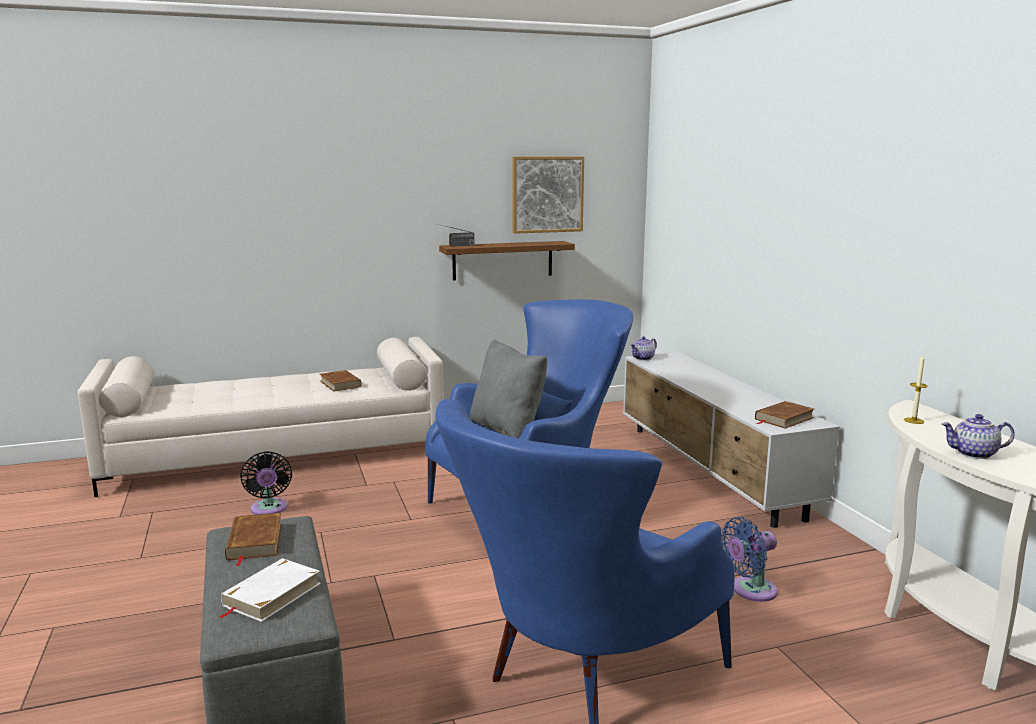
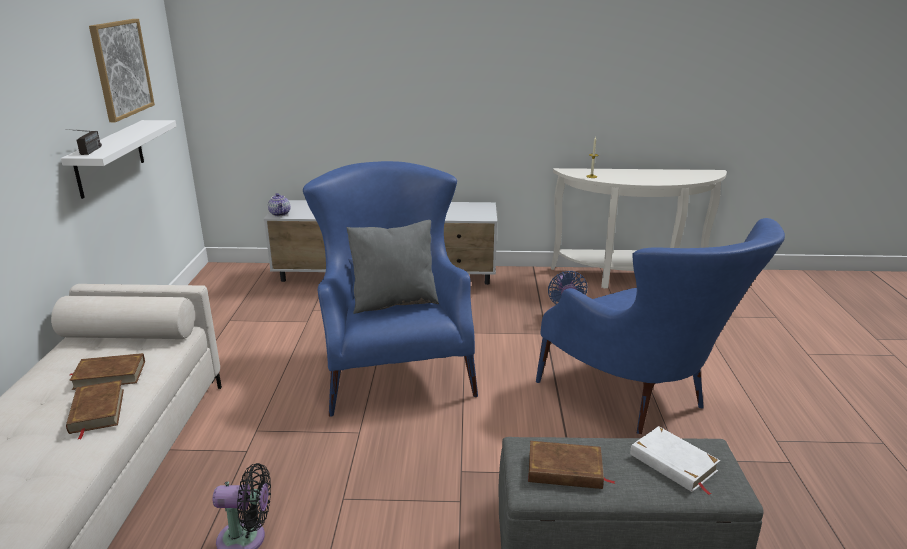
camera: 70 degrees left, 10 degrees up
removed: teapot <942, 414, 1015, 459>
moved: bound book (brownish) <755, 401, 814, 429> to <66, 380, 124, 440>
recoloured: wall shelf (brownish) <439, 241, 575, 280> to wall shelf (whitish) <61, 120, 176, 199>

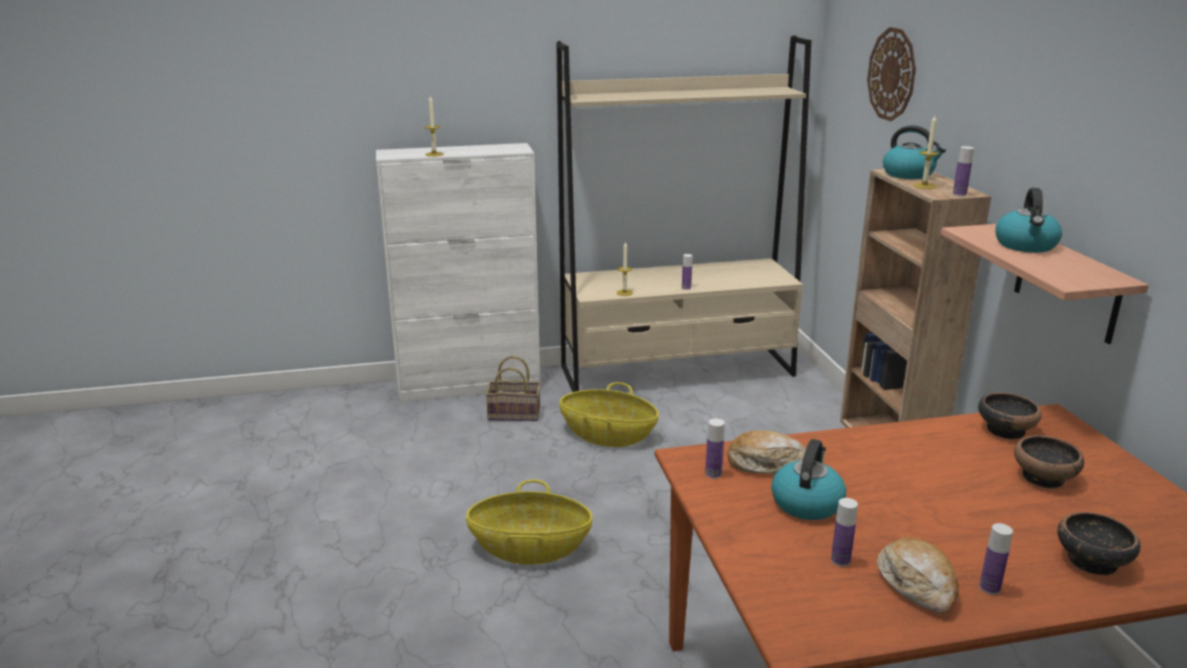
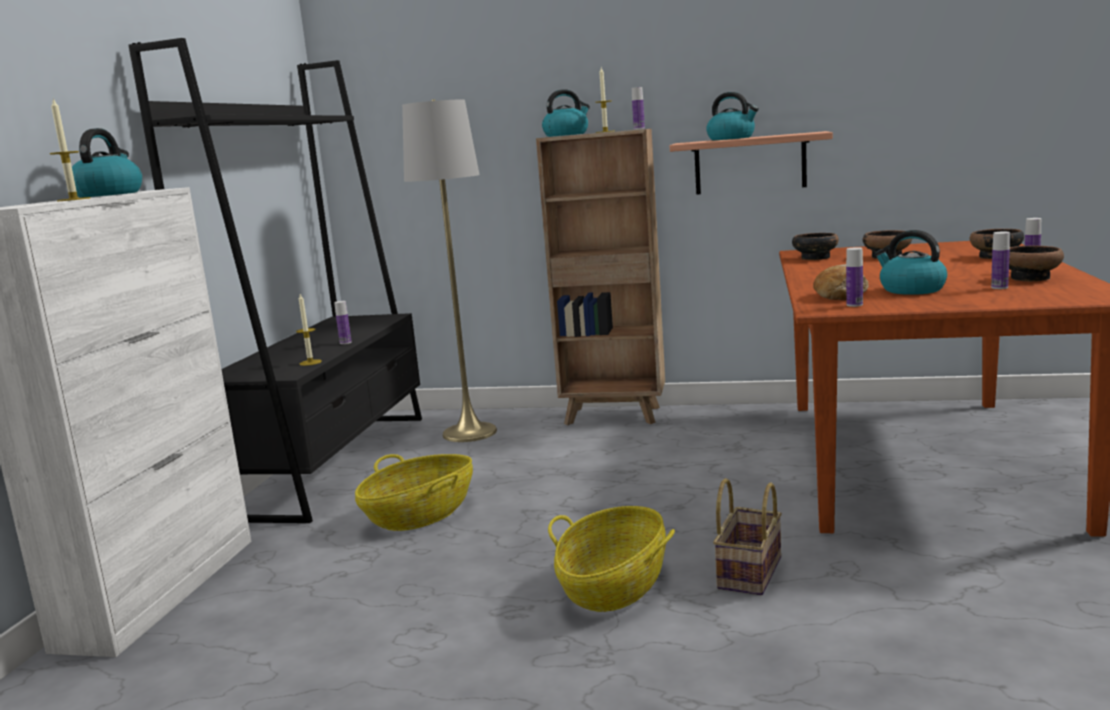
camera: 65 degrees left, 10 degrees down
removed: hanging clock <867, 27, 916, 121>
added: tea kettle <72, 128, 142, 198>; standard lamp (greyish) <402, 99, 497, 442>
moved: storage basket <485, 356, 541, 421> to <713, 478, 782, 595>
replaced: bakery bread <877, 537, 959, 614> to bowl <1009, 246, 1064, 282>
recoloured: shelving unit (sand-coloured) <556, 36, 811, 392> to shelving unit (black) <128, 38, 422, 523>

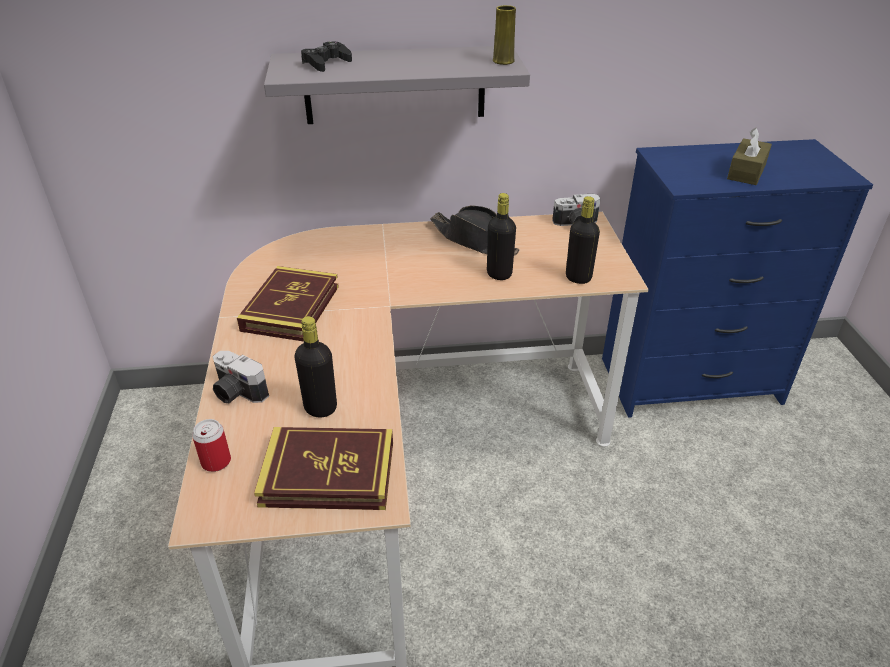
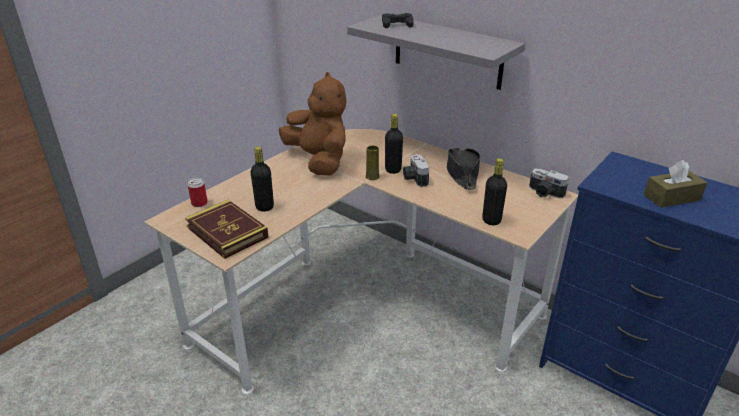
camera: 45 degrees right, 5 degrees down
moved: photo camera <212, 351, 269, 403> to <403, 154, 429, 187>; drink bottle (black) <487, 193, 516, 280> to <385, 114, 403, 174>; flower vase (yellowish) <493, 5, 516, 65> to <366, 145, 380, 180>
replaced: bound book <237, 266, 339, 342> to soft toy (brownish) <279, 72, 347, 176>

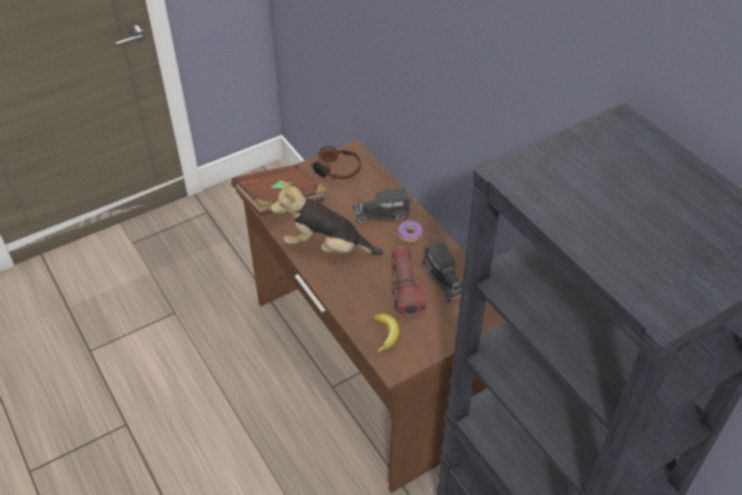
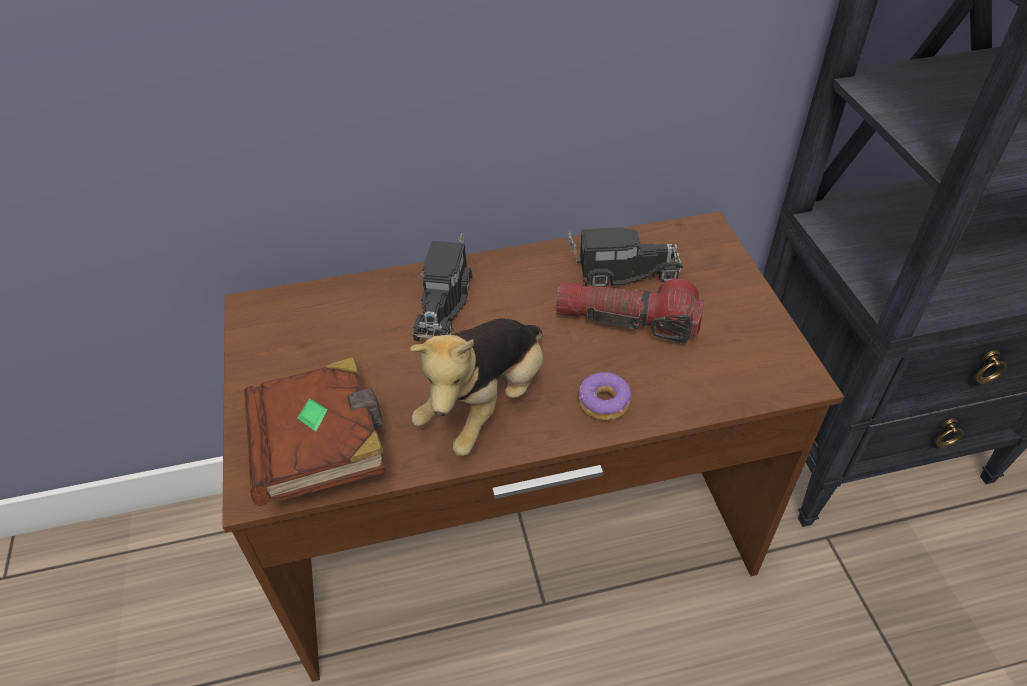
camera: 70 degrees left, 0 degrees up
removed: pair of headphones <309, 146, 361, 179>; whole banana <374, 313, 400, 353>
moved: donut <398, 220, 423, 243> to <579, 372, 631, 420>

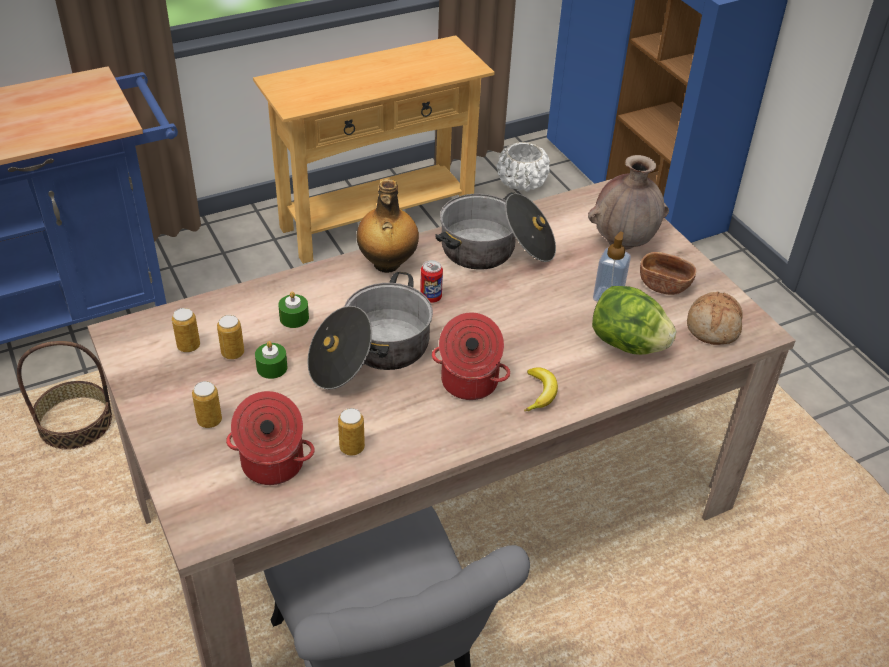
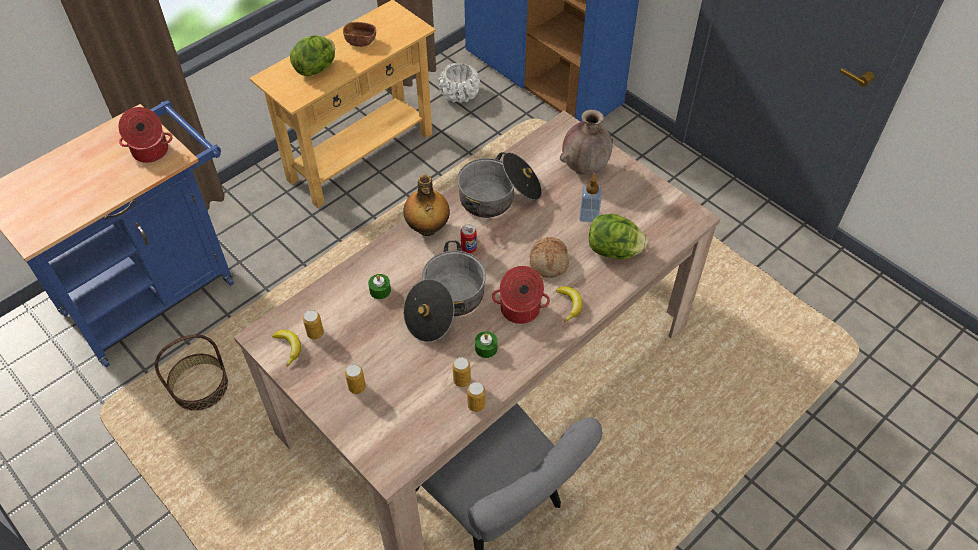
camera: 15 degrees left, 10 degrees up
added: whole banana <272, 330, 301, 367>; head of lettuce <290, 35, 335, 76>
moved: sealed can <217, 315, 244, 359> to <467, 382, 485, 412>; stockpot <226, 391, 315, 485> to <118, 107, 173, 163>; wax candle (green) <255, 341, 287, 379> to <475, 331, 497, 358>; bowl (brownish) <640, 252, 696, 295> to <343, 22, 376, 47>; bakery bread <687, 292, 743, 345> to <530, 237, 569, 278>

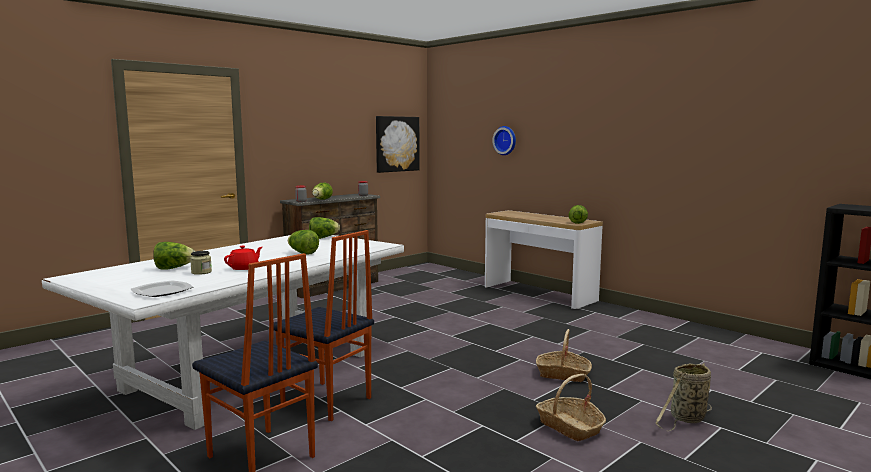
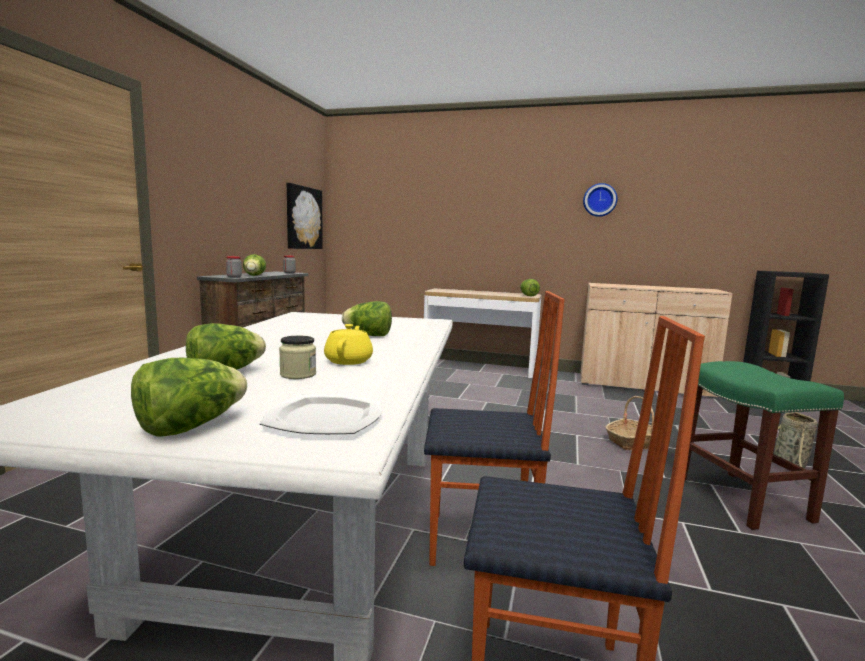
camera: 30 degrees left, 0 degrees up
added: storage cabinet (sand-coloured) <581, 283, 732, 399>
moved: head of lettuce <309, 217, 340, 239> to <131, 358, 247, 437>; hanging clock <492, 126, 516, 155> to <583, 183, 617, 217>
replaced: storage basket <535, 374, 606, 441> to stool seat (green) <685, 361, 844, 530>
recoloured: teapot (red) <224, 246, 262, 270> to teapot (yellowish) <324, 324, 373, 365>

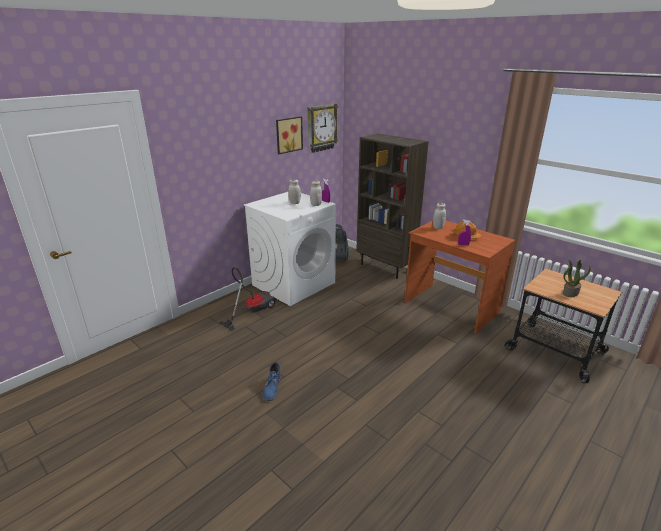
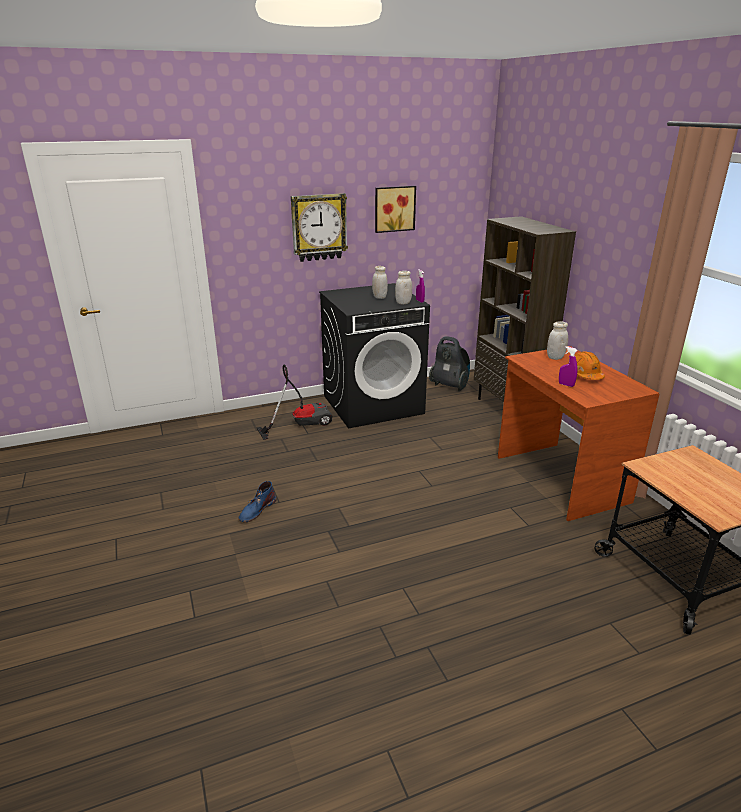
camera: 25 degrees right, 0 degrees up
removed: houseplant <563, 260, 591, 297>
moved: hanging clock <308, 104, 338, 153> to <291, 193, 348, 262>
recoloured: washing machine (whitish) <244, 192, 336, 306> to washing machine (black) <319, 283, 430, 428>

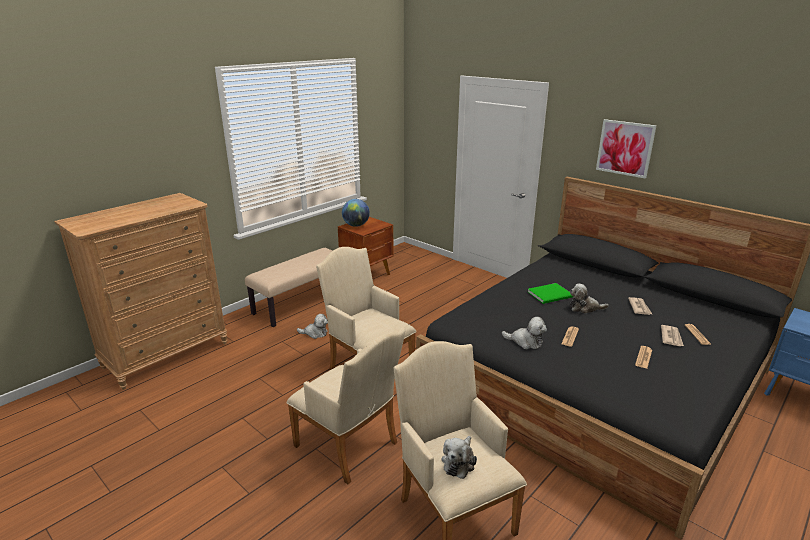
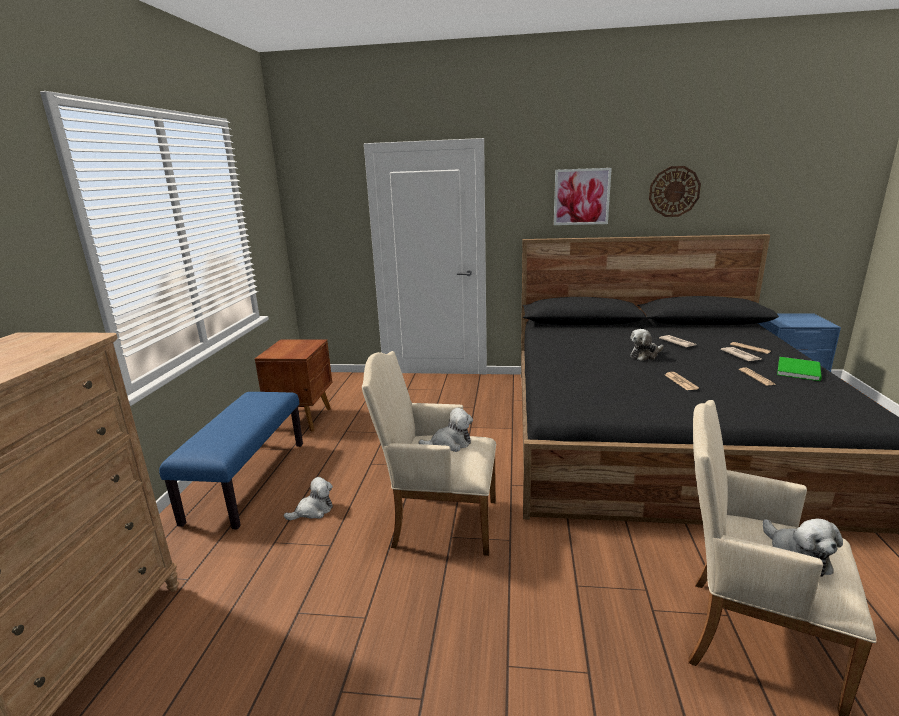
camera: 35 degrees left, 5 degrees down
removed: armchair (sand-coloured) <287, 327, 405, 484>; world globe <342, 199, 370, 227>
added: hanging clock <649, 166, 701, 217>
moved: soft toy <502, 317, 547, 349> to <418, 408, 473, 452>; bound book (green) <528, 283, 573, 304> to <777, 357, 822, 381>
recoloured: bench (sand-coloured) <245, 248, 333, 327> to bench (bluish) <159, 392, 303, 529>

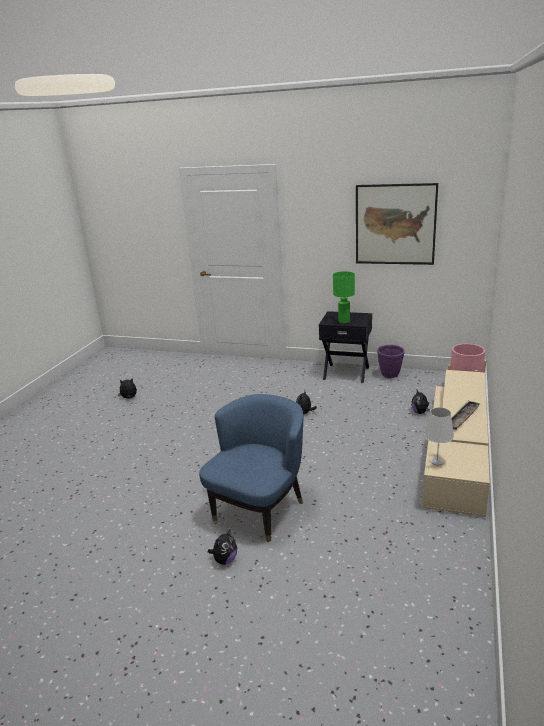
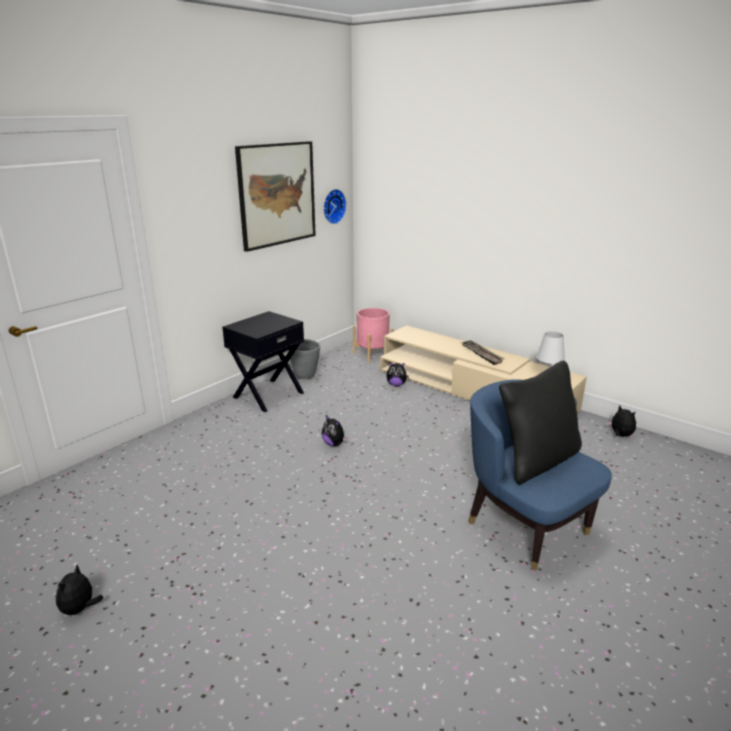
camera: 70 degrees left, 0 degrees up
removed: tabletop lamp (green) <333, 271, 355, 323>
added: hanging clock <323, 189, 346, 224>; pillow (black) <499, 361, 582, 484>
moved: soft toy <208, 530, 237, 565> to <607, 405, 636, 437>
recoloured: flower pot (purple) <377, 345, 405, 378> to flower pot (greyish) <290, 339, 320, 379>

